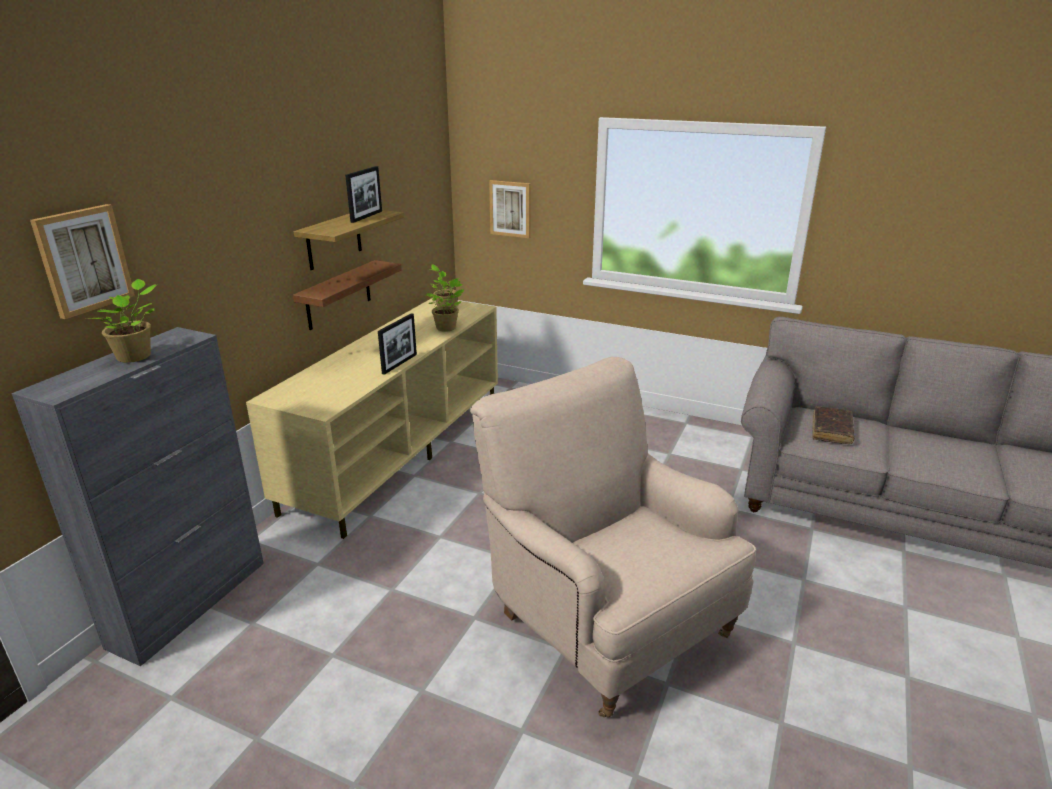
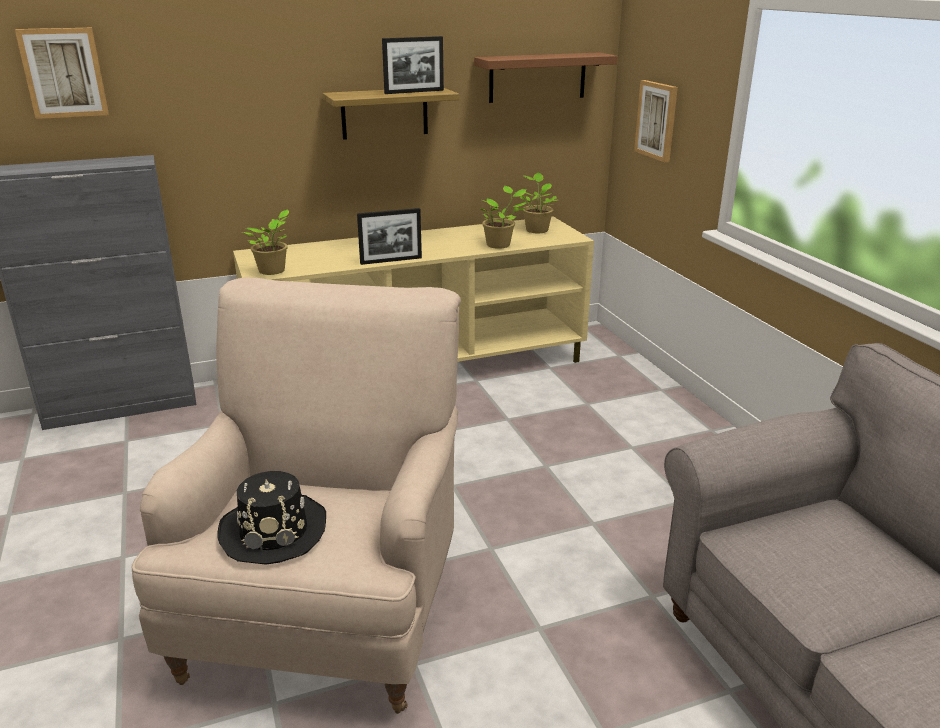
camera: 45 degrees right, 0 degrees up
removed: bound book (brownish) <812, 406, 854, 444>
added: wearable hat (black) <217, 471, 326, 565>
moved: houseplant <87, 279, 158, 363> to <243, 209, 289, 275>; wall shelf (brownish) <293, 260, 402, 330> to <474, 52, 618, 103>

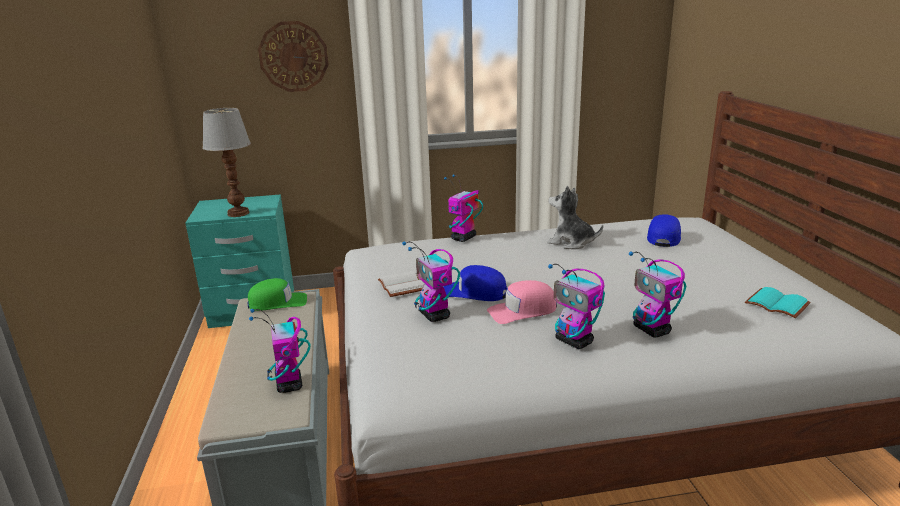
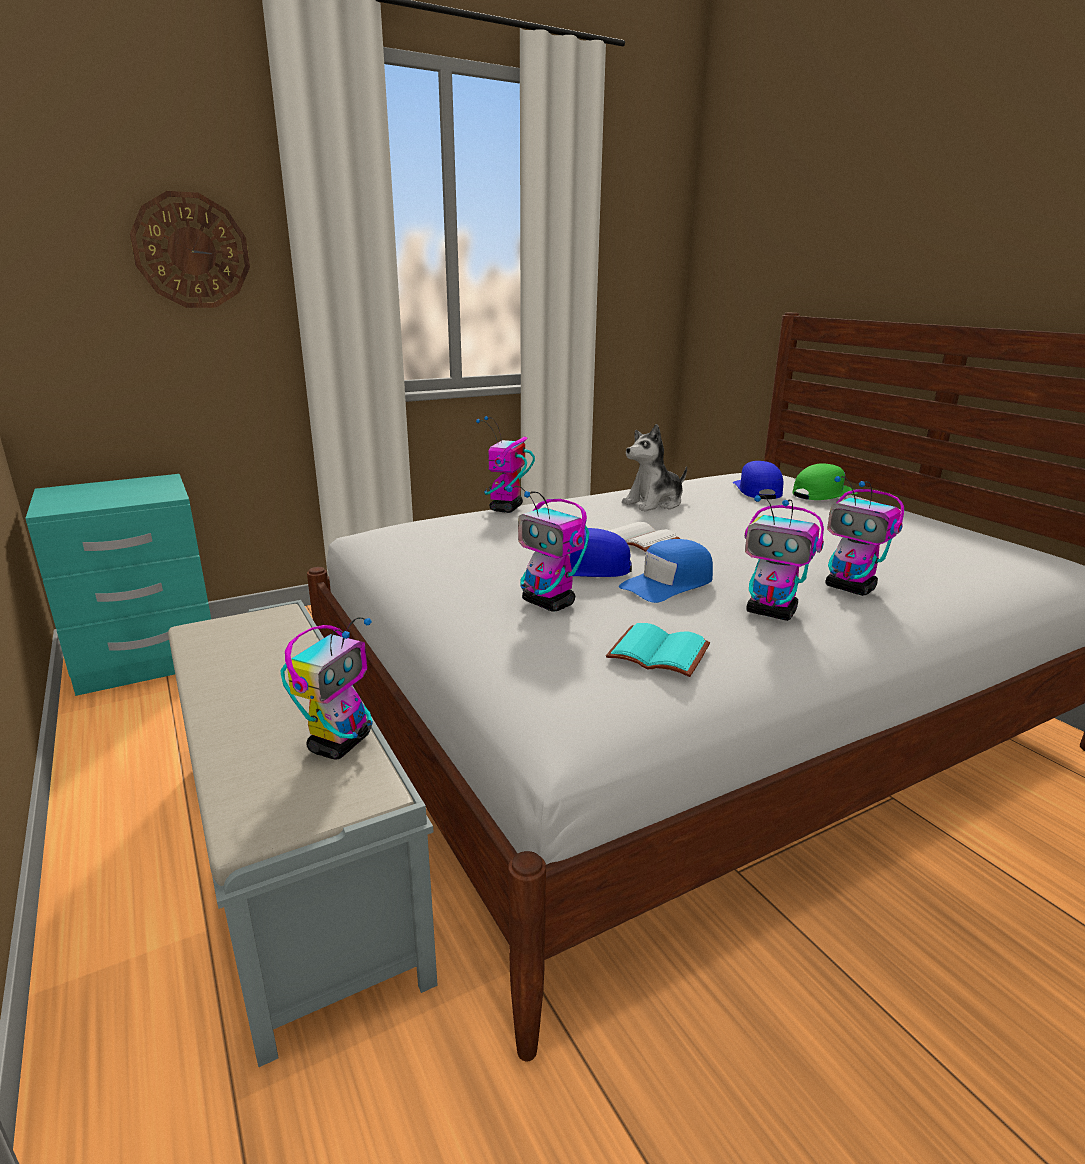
camera: 20 degrees left, 0 degrees up
removed: tabletop lamp <202, 108, 251, 217>
moved: peaked cap (green) <248, 278, 307, 311> to <792, 463, 858, 500>; bound book (whitish) <378, 271, 425, 297> to <609, 522, 681, 552>; bound book (blue-green) <745, 287, 811, 318> to <606, 623, 710, 677>
recoloured: peaked cap (pink) <487, 280, 557, 324> to peaked cap (bluish) <619, 539, 713, 603>
turned: robot figure <249, 309, 311, 393> = <281, 618, 373, 760> 120 degrees counterclockwise; soft toy <547, 186, 603, 249> = <622, 424, 687, 512> 45 degrees counterclockwise

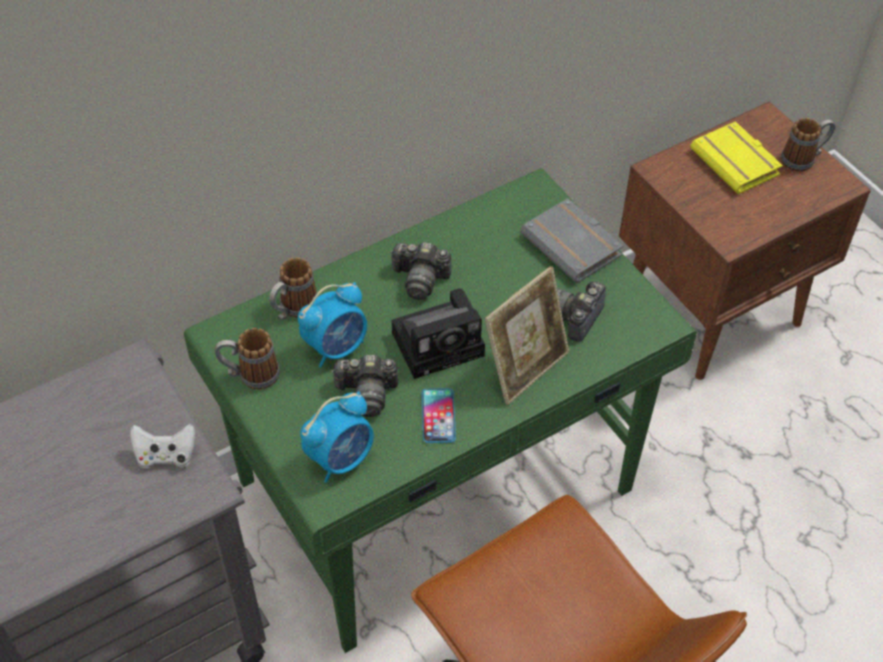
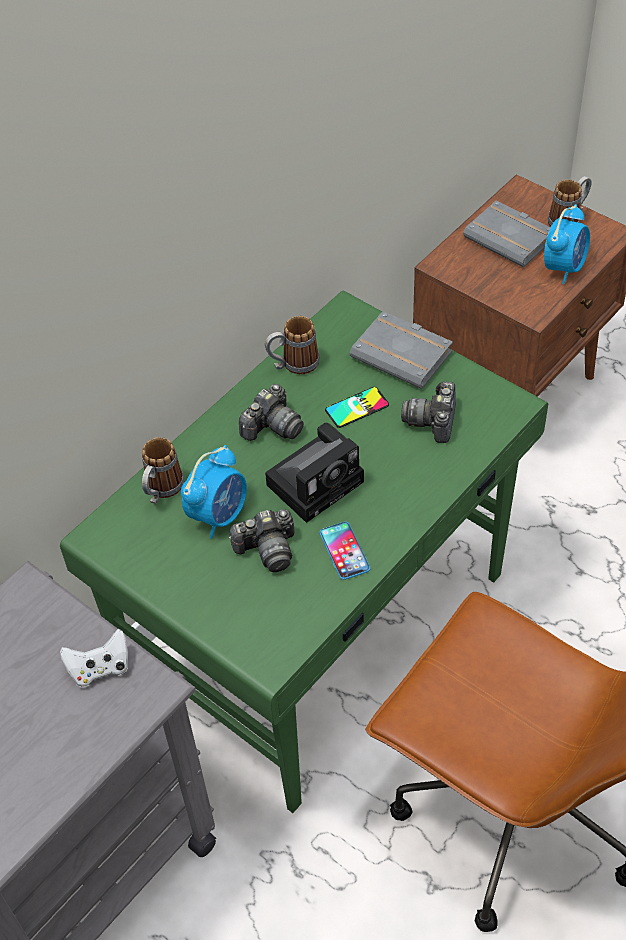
camera: 15 degrees left, 0 degrees up
removed: picture frame <485, 266, 569, 405>
added: handset <325, 387, 389, 428>
moved: tea mug <215, 328, 280, 390> to <265, 316, 320, 374>; table clock <300, 391, 374, 483> to <544, 204, 590, 284>
recoloured: bound book (yellowish) <690, 121, 783, 194> to bound book (greyish) <463, 201, 550, 268>
turned: photo camera <390, 242, 451, 300> = <239, 384, 304, 441> 45 degrees counterclockwise

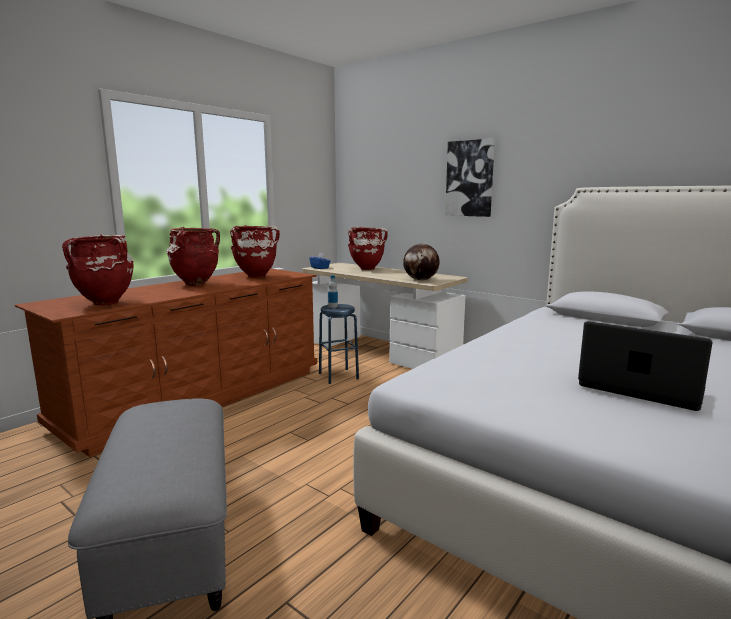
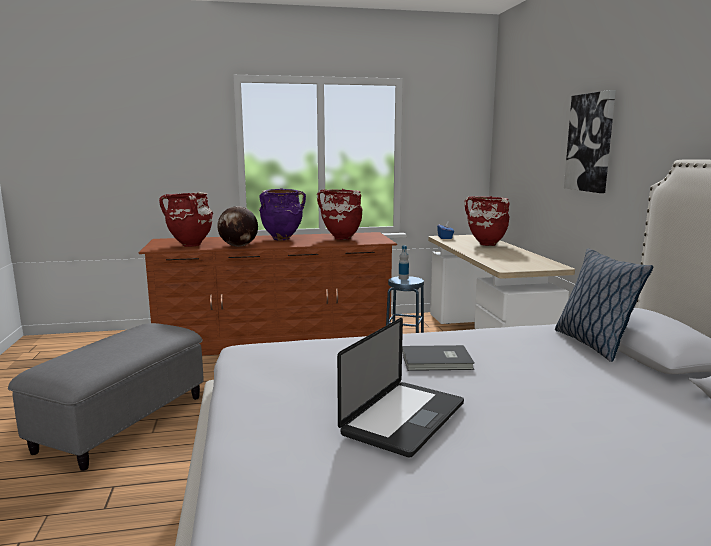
camera: 40 degrees right, 0 degrees up
added: bound book (greyish) <402, 345, 475, 371>; pillow <555, 248, 653, 362>
moved: world globe <403, 244, 440, 280> to <217, 206, 258, 247>
recoloured: flower vase (red) <167, 227, 220, 286> to flower vase (purple) <259, 188, 306, 240>
turned: laptop <578, 321, 713, 411> = <337, 318, 464, 458> 45 degrees clockwise

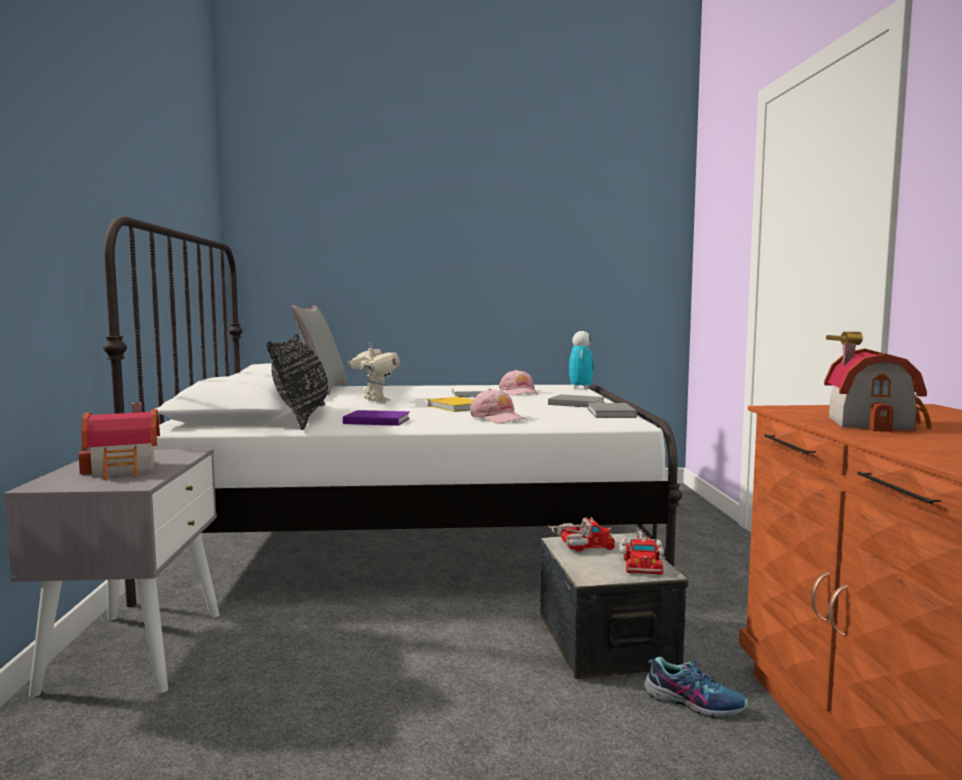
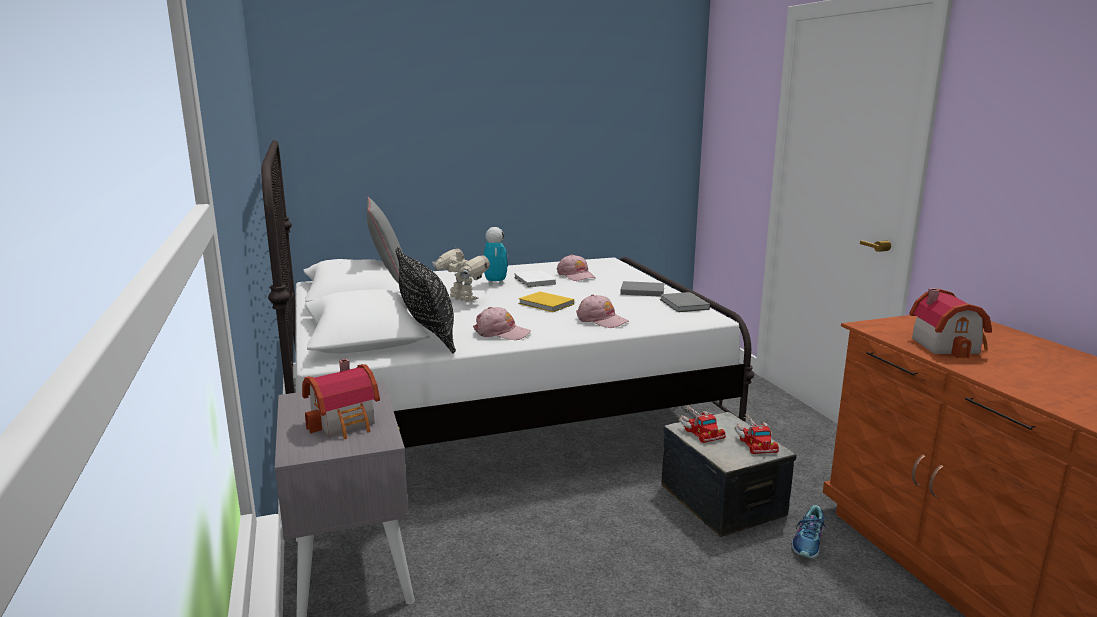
camera: 15 degrees left, 10 degrees up
moved: robot figure <569, 331, 594, 389> to <484, 227, 508, 285>
replaced: bound book (purple) <343, 410, 410, 426> to peaked cap (pink) <473, 307, 531, 340>
turned: toy truck <548, 517, 615, 552> = <679, 405, 726, 443> 90 degrees clockwise; low shoe <644, 652, 748, 719> = <791, 505, 829, 558> 105 degrees clockwise

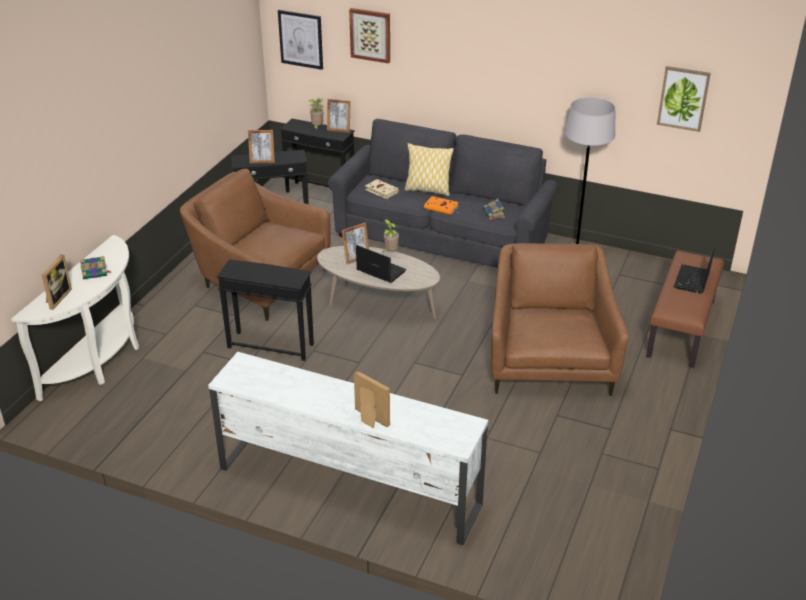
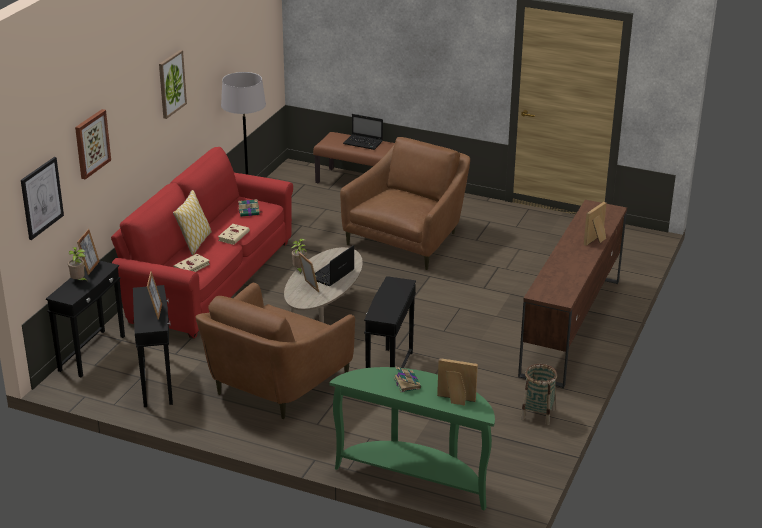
camera: 90 degrees left, 5 degrees down
added: storage basket <521, 364, 557, 425>
moved: wall art <657, 66, 711, 132> to <159, 50, 187, 119>
recoloured: narrow table (whitish) <11, 235, 139, 401> to narrow table (green) <329, 367, 495, 511>; tv stand (whitish) <208, 352, 488, 545> to tv stand (brownish) <518, 200, 627, 388>; couch (greyish) <328, 119, 558, 268> to couch (red) <111, 147, 293, 339>; bound book (orange-coloured) <424, 196, 460, 215> to bound book (sand-coloured) <218, 224, 250, 245>
turned: armchair (brownish) <491, 243, 629, 396> = <340, 137, 470, 270> 120 degrees clockwise

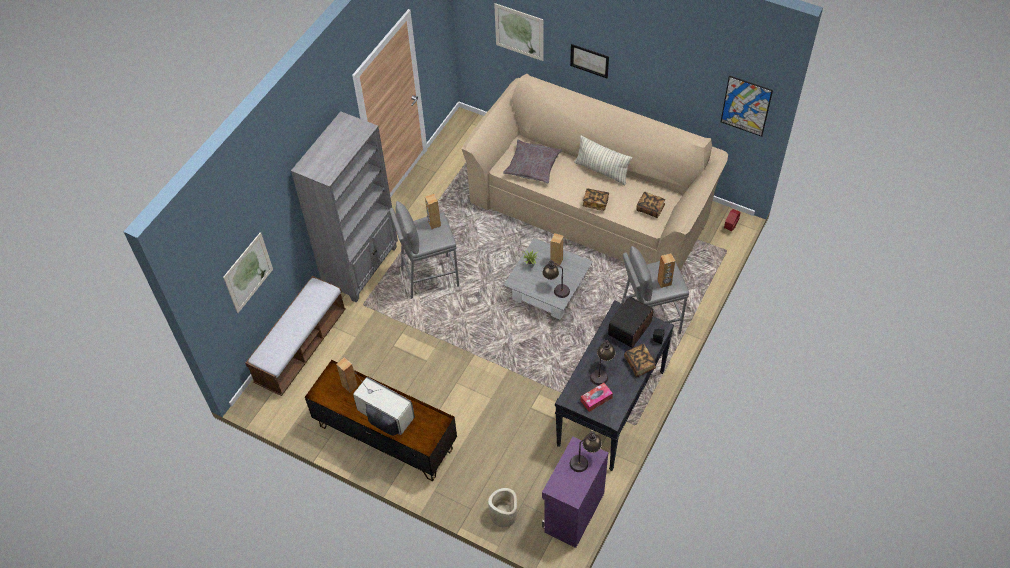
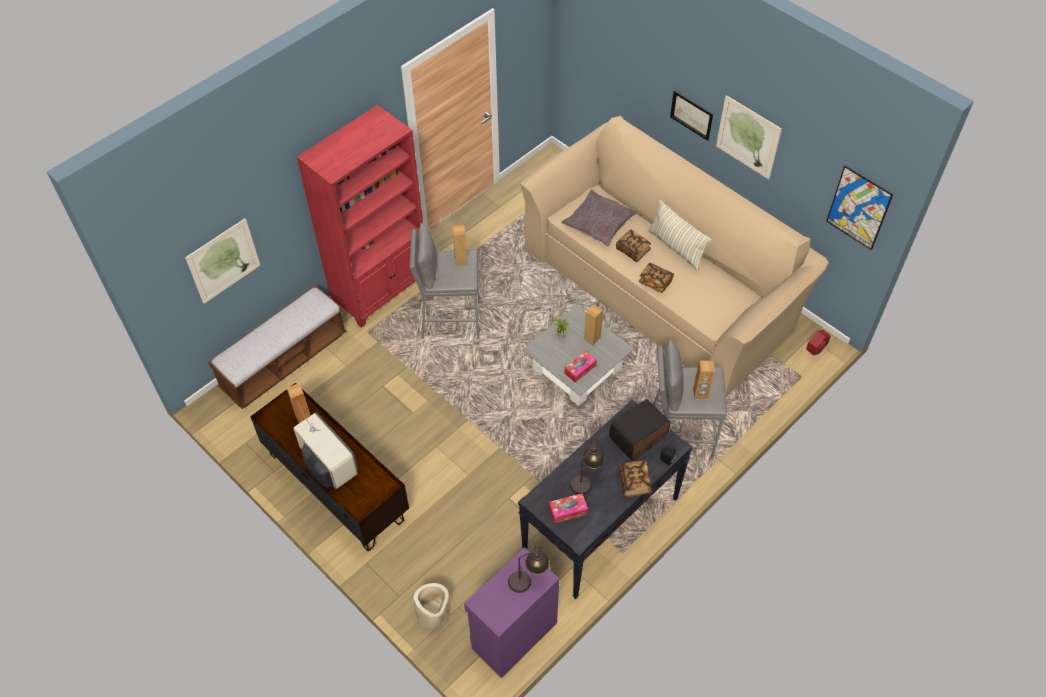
camera: 15 degrees right, 0 degrees up
moved: wall art <494, 3, 544, 61> to <716, 95, 782, 179>; bound book <636, 192, 665, 218> to <616, 229, 651, 262>
replaced: tabletop lamp <542, 260, 570, 298> to tissue box <564, 351, 597, 383>
recoloured: shelving unit (greyish) <291, 111, 398, 302> to shelving unit (red) <297, 105, 423, 328>

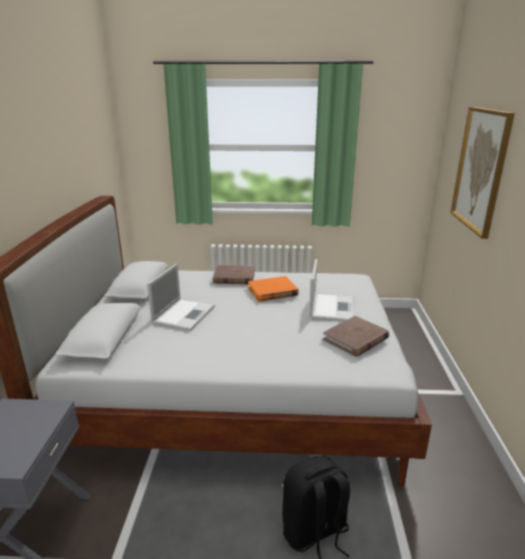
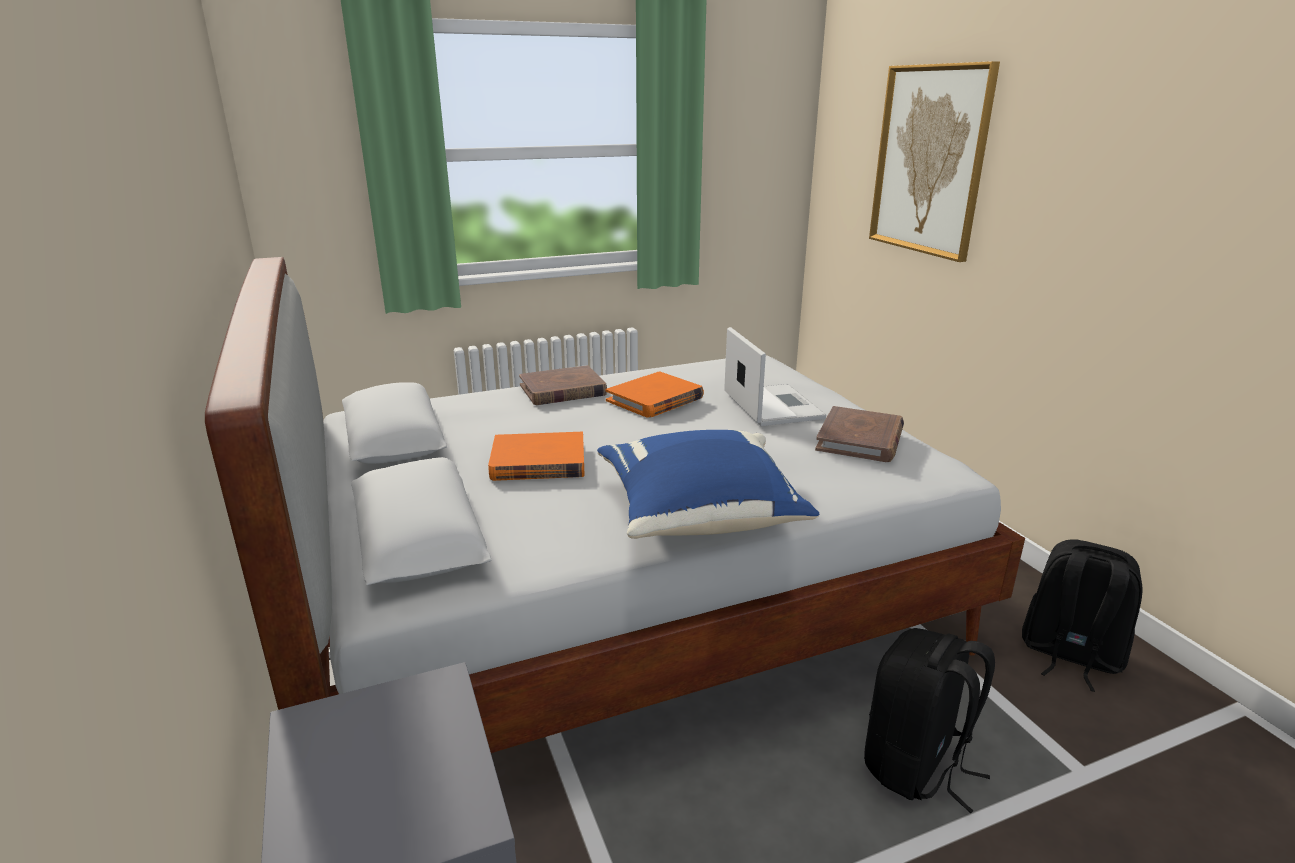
camera: 25 degrees left, 0 degrees up
added: pillow (bluish) <597, 430, 819, 539>; knapsack (black) <1022, 539, 1142, 692>
replaced: laptop <147, 264, 215, 331> to bound book (orange-coloured) <488, 432, 585, 481>

